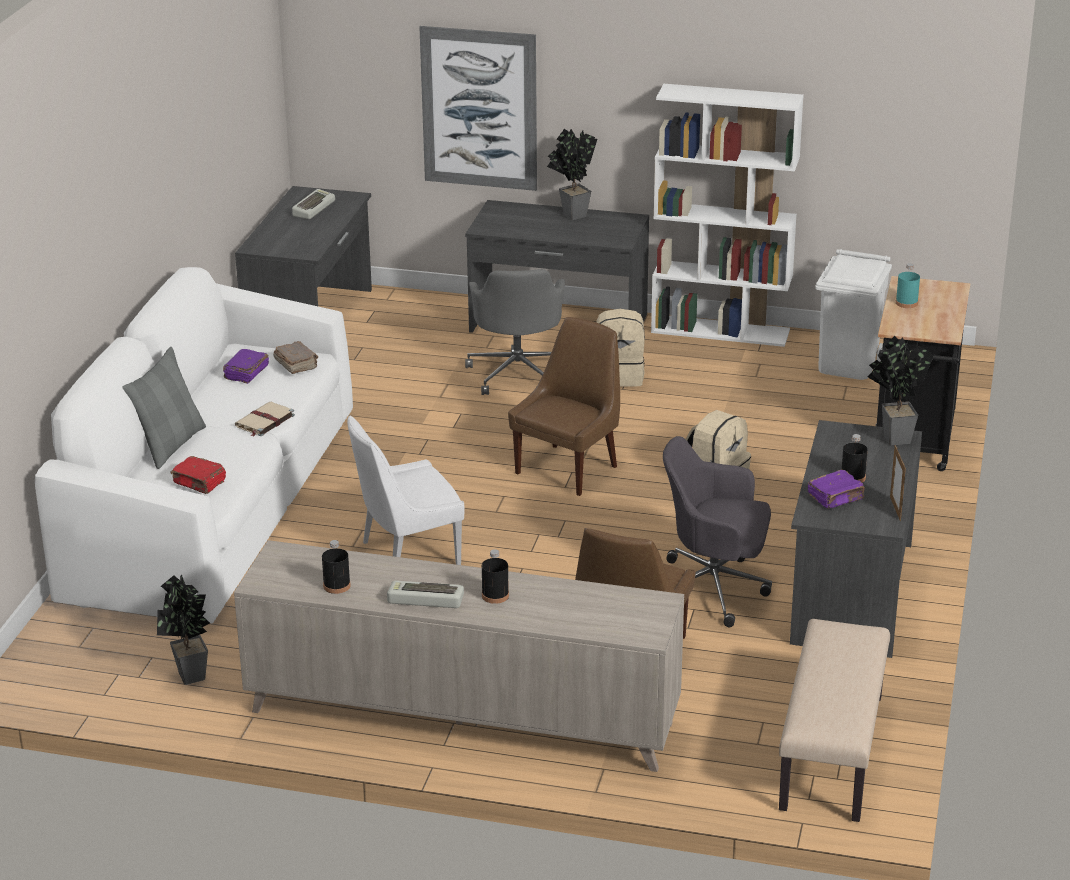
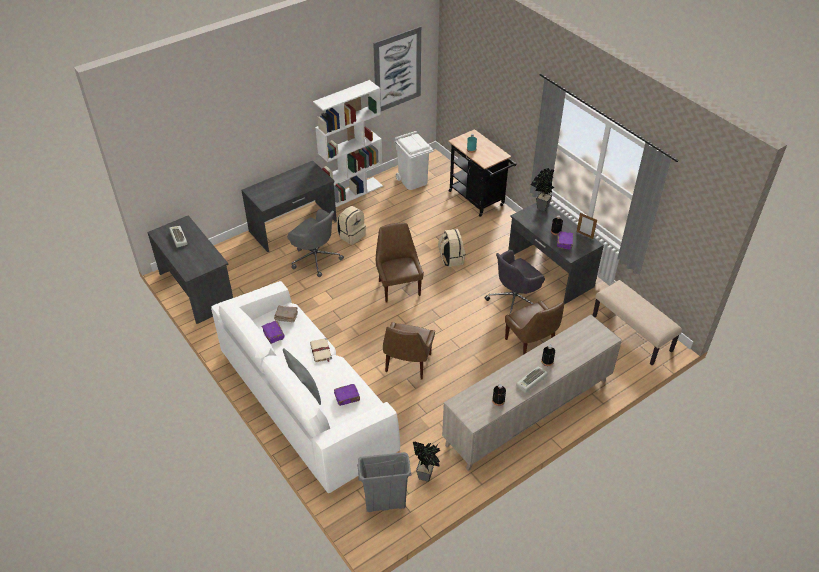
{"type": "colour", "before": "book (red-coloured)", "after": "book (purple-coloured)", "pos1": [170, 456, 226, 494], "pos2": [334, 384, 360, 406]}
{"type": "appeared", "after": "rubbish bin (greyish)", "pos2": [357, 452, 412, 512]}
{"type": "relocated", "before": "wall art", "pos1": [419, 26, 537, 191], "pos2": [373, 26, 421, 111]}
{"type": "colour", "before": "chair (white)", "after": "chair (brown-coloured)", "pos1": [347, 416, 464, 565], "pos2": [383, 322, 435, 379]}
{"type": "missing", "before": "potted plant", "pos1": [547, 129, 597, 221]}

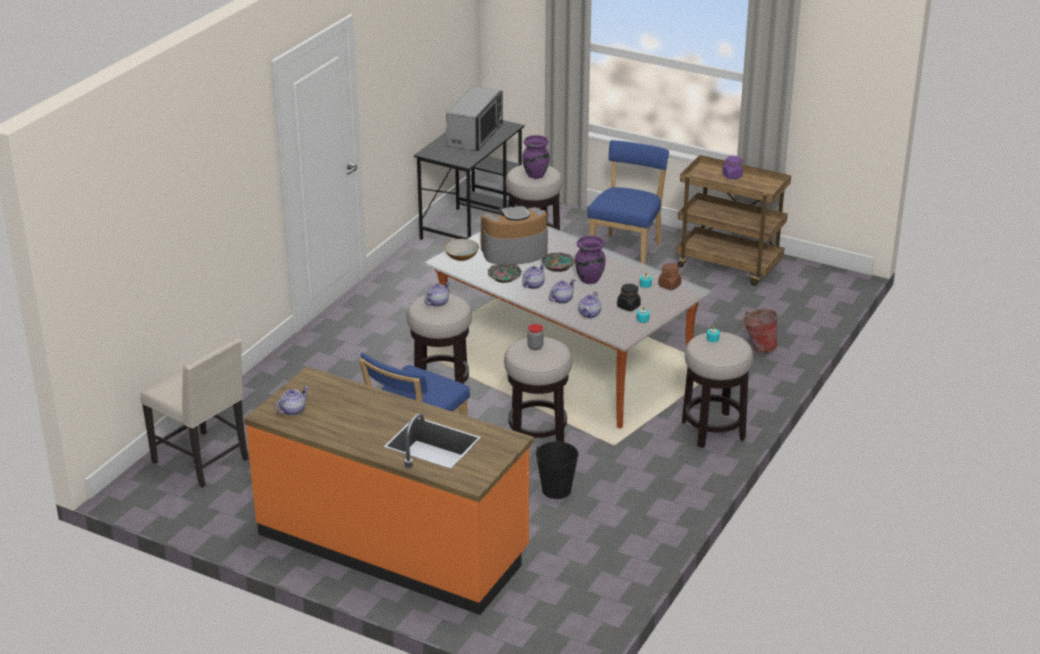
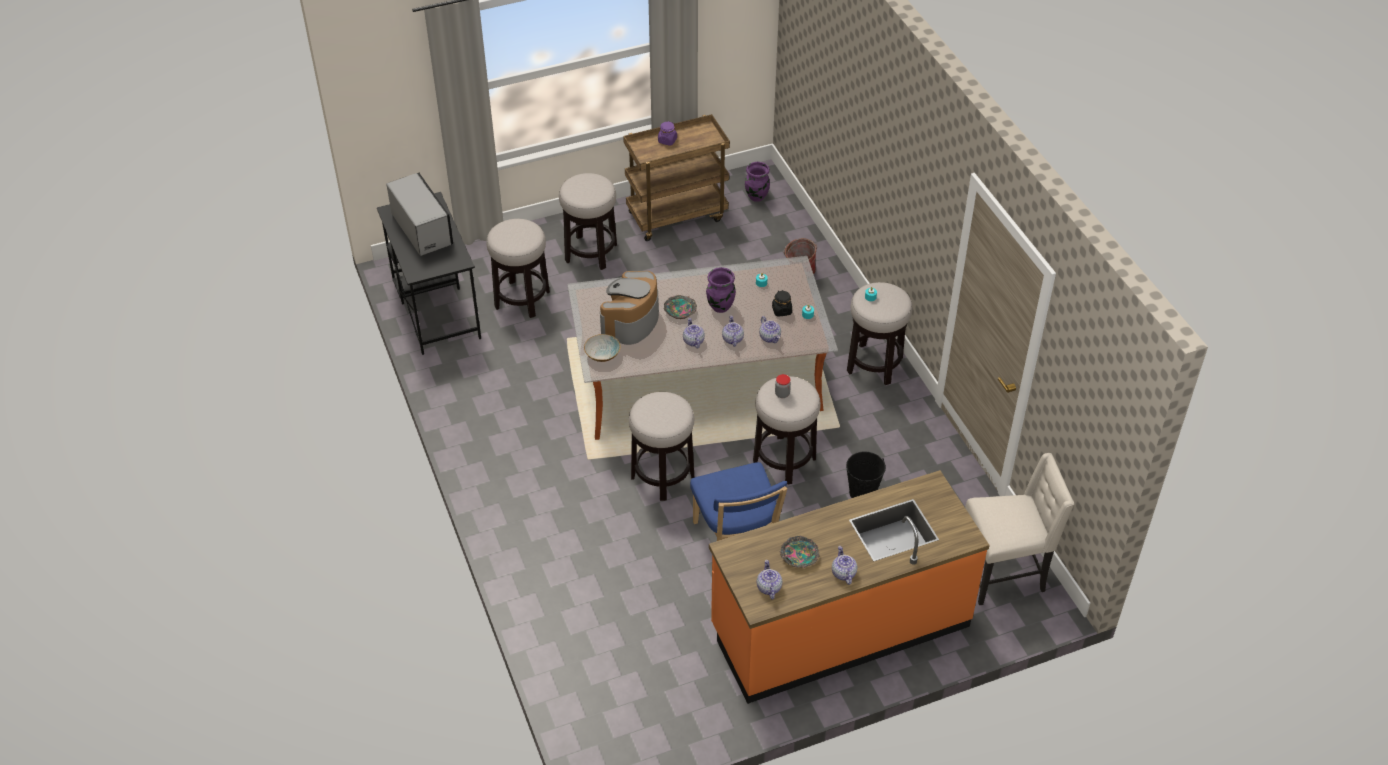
{"type": "exchanged", "before": "chair (bluish)", "after": "stool", "pos1": [588, 140, 669, 264], "pos2": [559, 173, 617, 270]}
{"type": "relocated", "before": "vase (purple-coloured)", "pos1": [522, 135, 550, 179], "pos2": [745, 162, 770, 202]}
{"type": "relocated", "before": "bowl", "pos1": [488, 264, 522, 283], "pos2": [780, 536, 820, 568]}
{"type": "relocated", "before": "pot for tea", "pos1": [424, 281, 450, 307], "pos2": [832, 546, 857, 585]}
{"type": "relocated", "before": "chair (beige)", "pos1": [140, 338, 248, 488], "pos2": [965, 453, 1074, 605]}
{"type": "missing", "before": "storage jar (brown-coloured)", "pos1": [658, 263, 681, 290]}

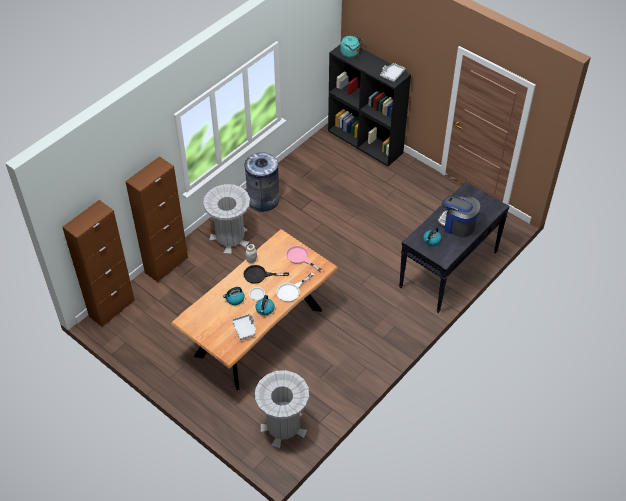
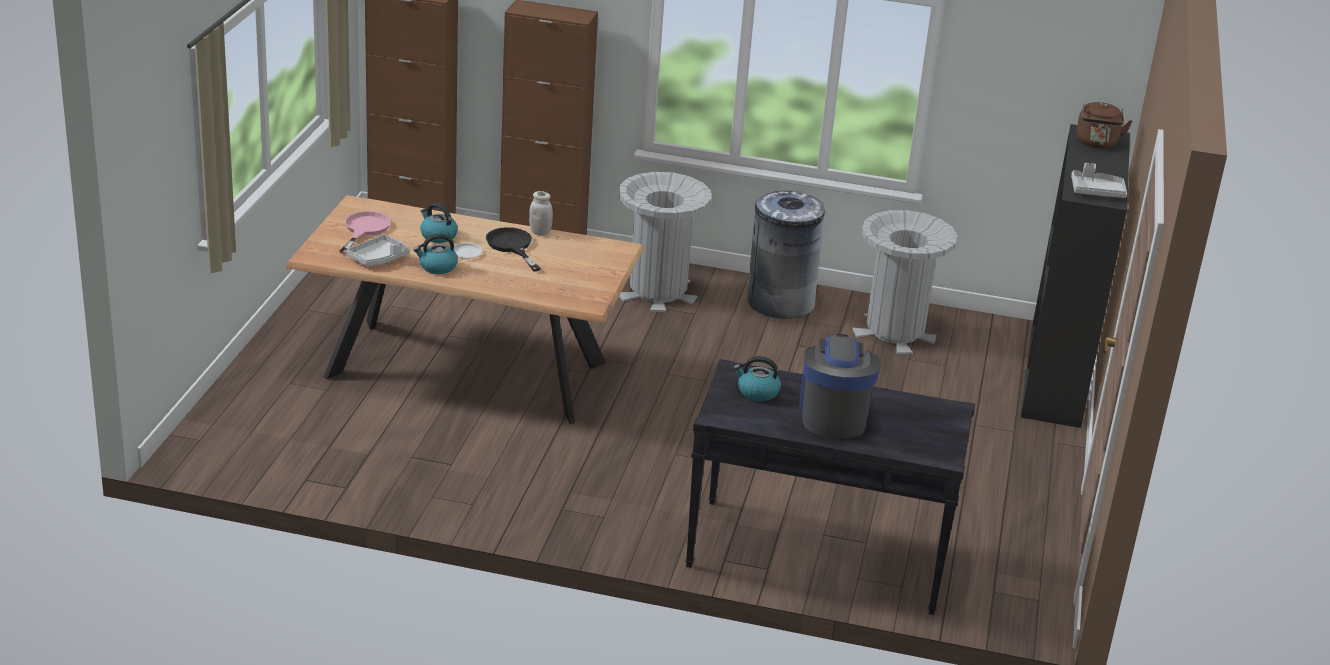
{"type": "relocated", "before": "pan (pinkish)", "pos1": [286, 246, 323, 273], "pos2": [339, 211, 391, 254]}
{"type": "relocated", "before": "rubbish bin (greyish)", "pos1": [255, 370, 309, 448], "pos2": [852, 210, 958, 354]}
{"type": "colour", "before": "kettle (turquoise-coloured)", "after": "kettle (brown-coloured)", "pos1": [340, 35, 363, 58], "pos2": [1076, 102, 1133, 148]}
{"type": "missing", "before": "pan (white)", "pos1": [277, 273, 314, 302]}

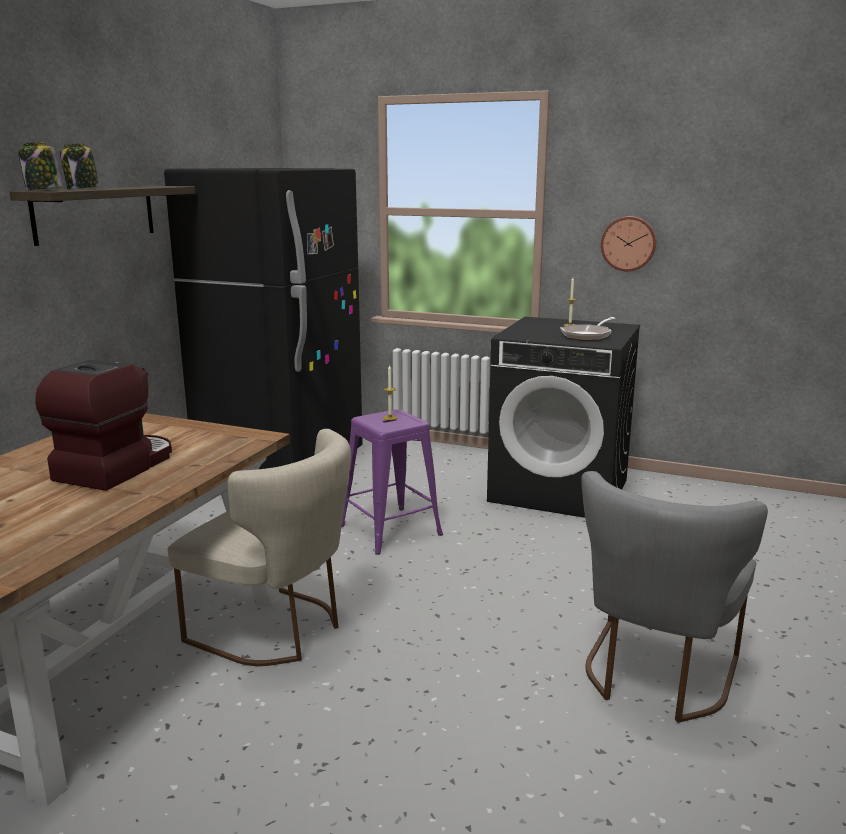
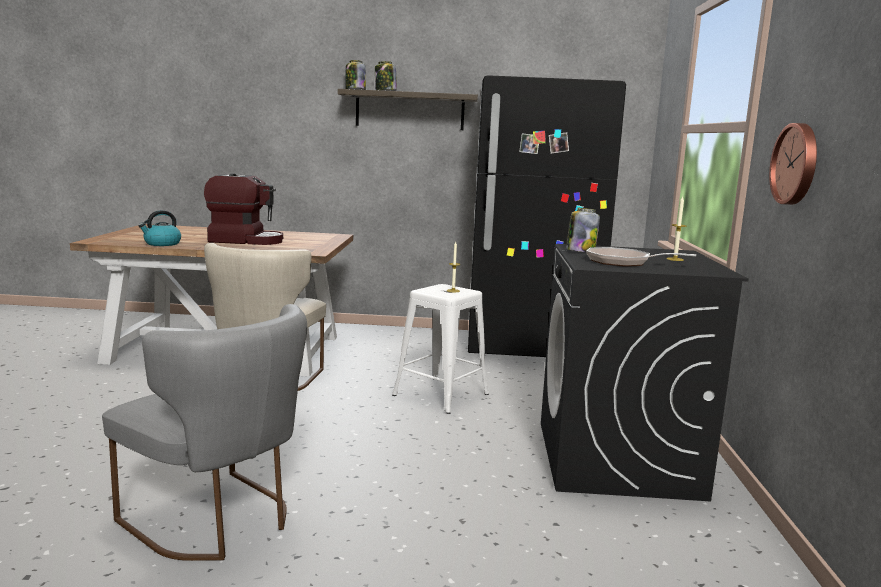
{"type": "spun", "before": "chair (greyish)", "pos1": [581, 471, 768, 723], "pos2": [102, 304, 307, 561], "turn": -150}
{"type": "appeared", "after": "kettle", "pos2": [138, 210, 181, 246]}
{"type": "colour", "before": "stool (purple-coloured)", "after": "stool (white)", "pos1": [341, 409, 443, 555], "pos2": [392, 284, 489, 414]}
{"type": "appeared", "after": "storage jar", "pos2": [566, 208, 600, 252]}

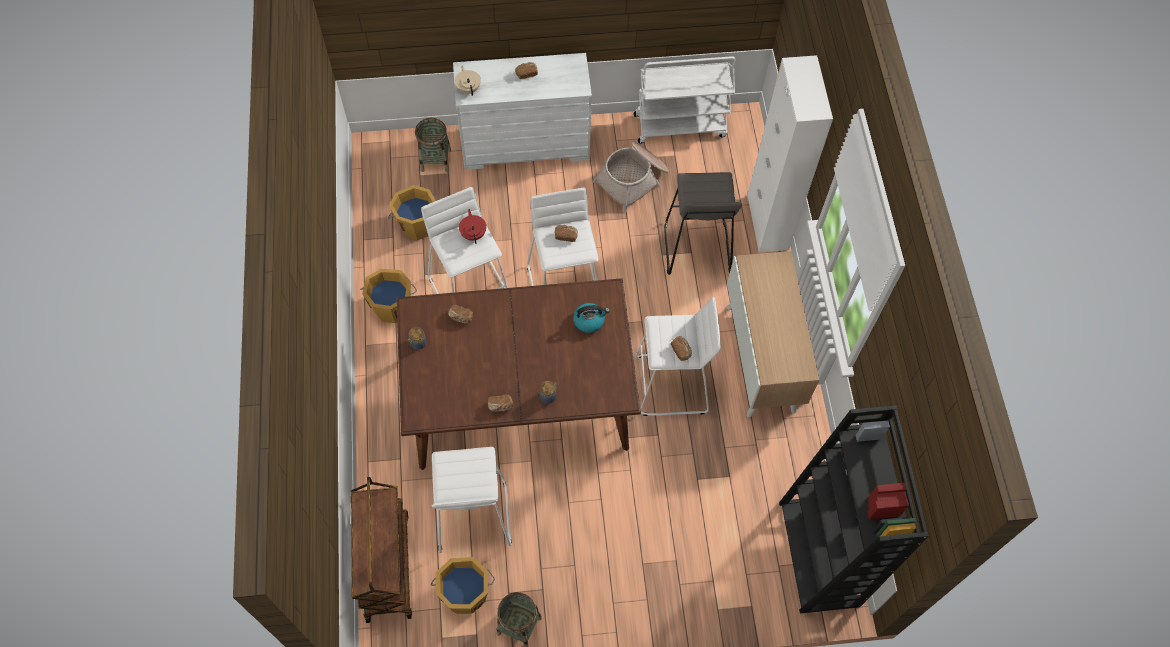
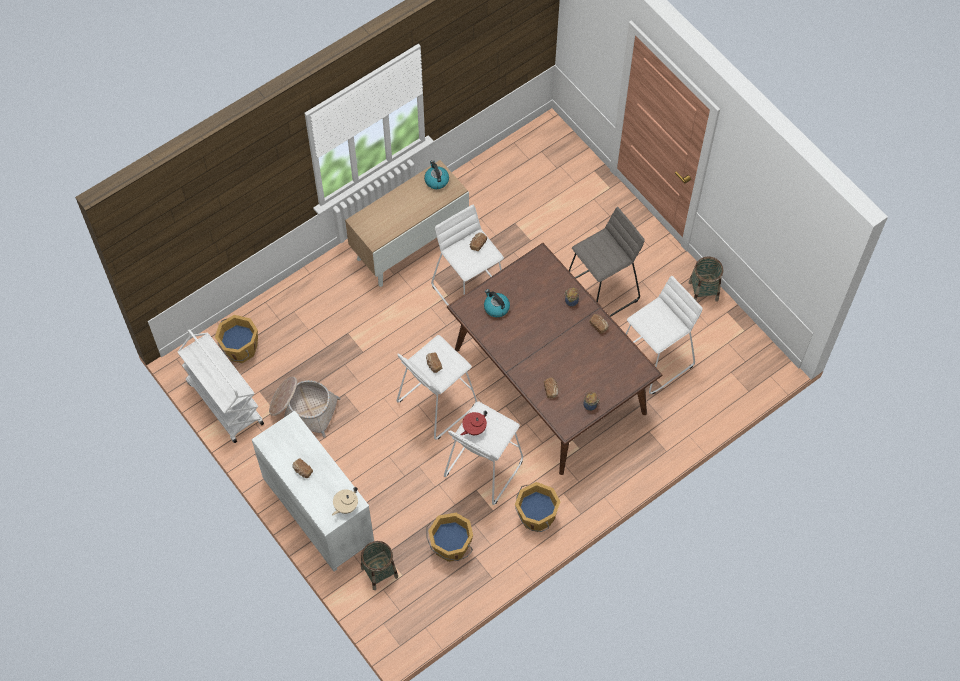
{"type": "relocated", "before": "bucket (orangey)", "pos1": [431, 557, 495, 614], "pos2": [215, 315, 258, 363]}
{"type": "appeared", "after": "kettle", "pos2": [424, 160, 449, 189]}
{"type": "relocated", "before": "stool (greyish)", "pos1": [664, 172, 742, 275], "pos2": [568, 207, 645, 317]}
{"type": "missing", "before": "trolley (brown-coloured)", "pos1": [351, 477, 412, 623]}
{"type": "missing", "before": "cabinet (white)", "pos1": [747, 55, 833, 253]}
{"type": "missing", "before": "bookcase (black)", "pos1": [779, 405, 929, 613]}

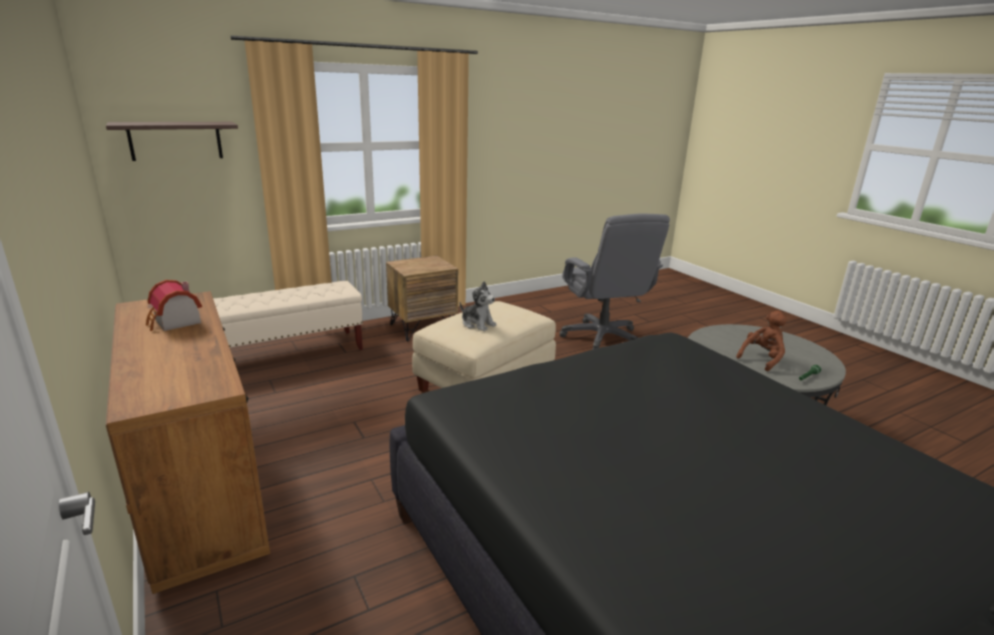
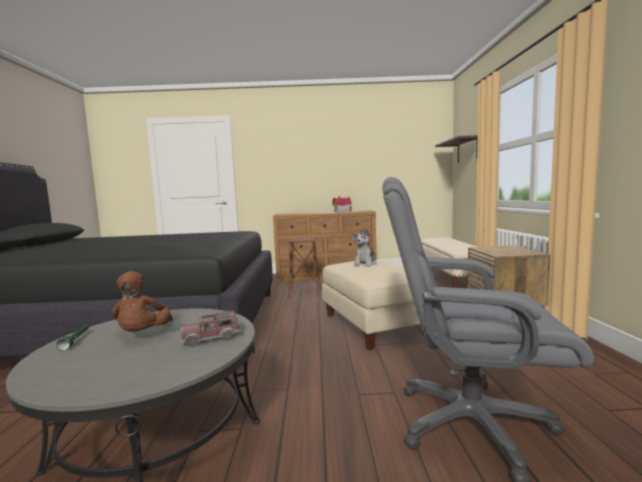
{"type": "appeared", "after": "toy truck", "pos2": [180, 310, 241, 347]}
{"type": "appeared", "after": "stool (brown-coloured)", "pos2": [288, 237, 321, 299]}
{"type": "spun", "before": "plush toy", "pos1": [460, 281, 497, 331], "pos2": [352, 228, 377, 267], "turn": -45}

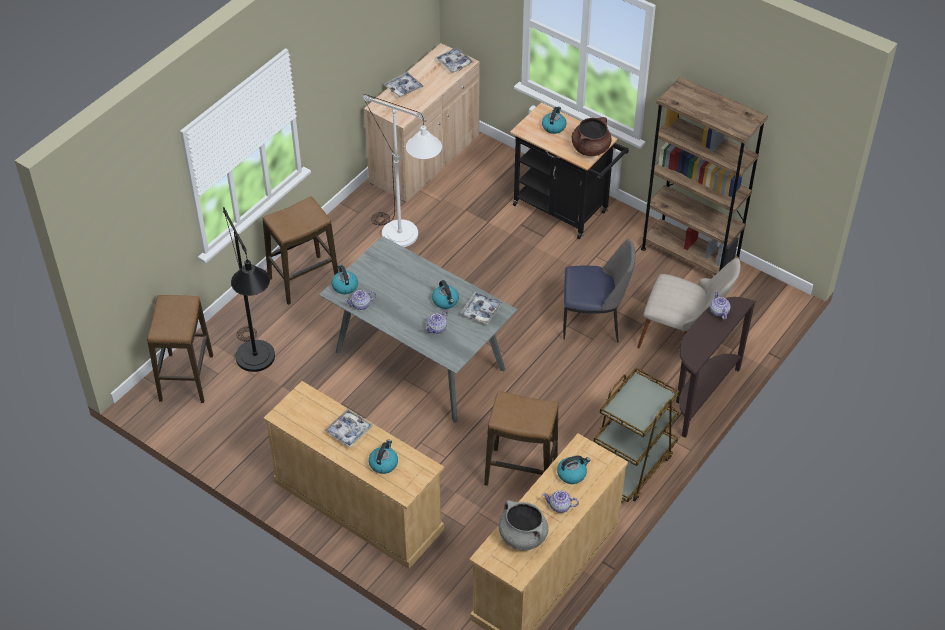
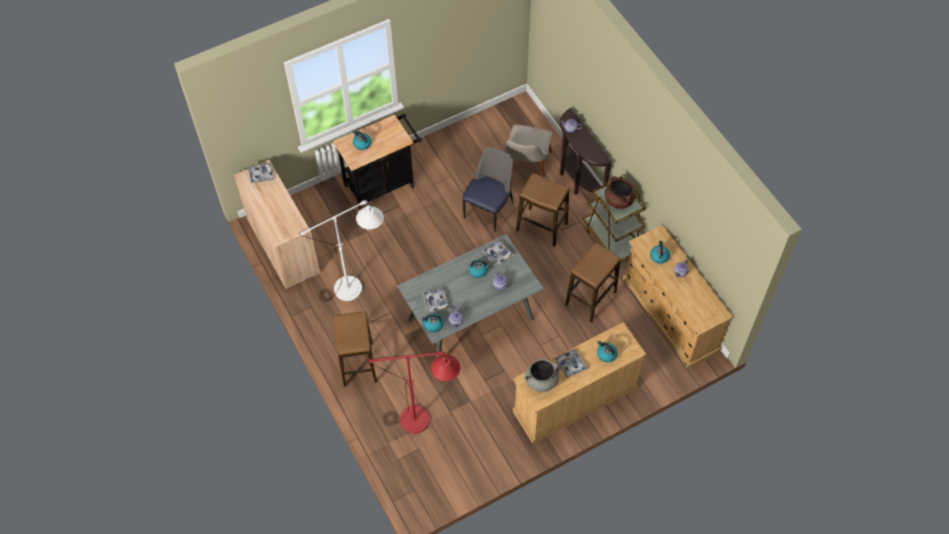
{"type": "colour", "before": "floor lamp (black)", "after": "floor lamp (red-coloured)", "pos1": [223, 207, 275, 372], "pos2": [367, 351, 460, 434]}
{"type": "relocated", "before": "tray", "pos1": [384, 72, 424, 98], "pos2": [422, 288, 450, 313]}
{"type": "spun", "before": "chair (beige)", "pos1": [637, 258, 741, 348], "pos2": [505, 124, 553, 177], "turn": 150}
{"type": "relocated", "before": "stool", "pos1": [147, 295, 213, 403], "pos2": [516, 173, 569, 247]}
{"type": "relocated", "before": "cooking pot (greyish)", "pos1": [499, 500, 548, 551], "pos2": [524, 359, 559, 392]}
{"type": "relocated", "before": "cooking pot (brown-coloured)", "pos1": [572, 117, 612, 156], "pos2": [605, 176, 635, 209]}
{"type": "missing", "before": "bookcase (brown-coloured)", "pos1": [641, 77, 768, 276]}

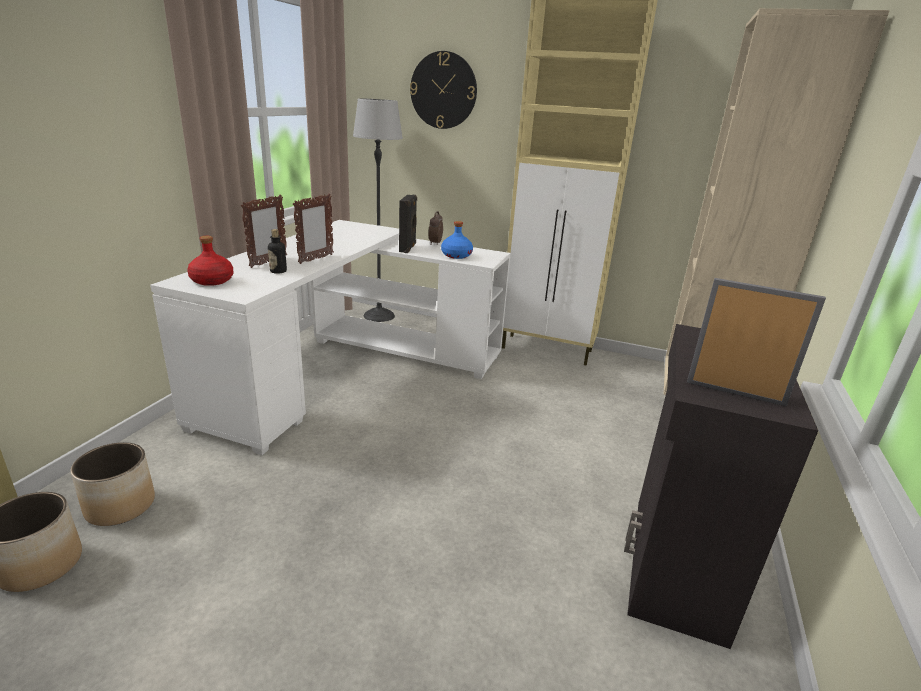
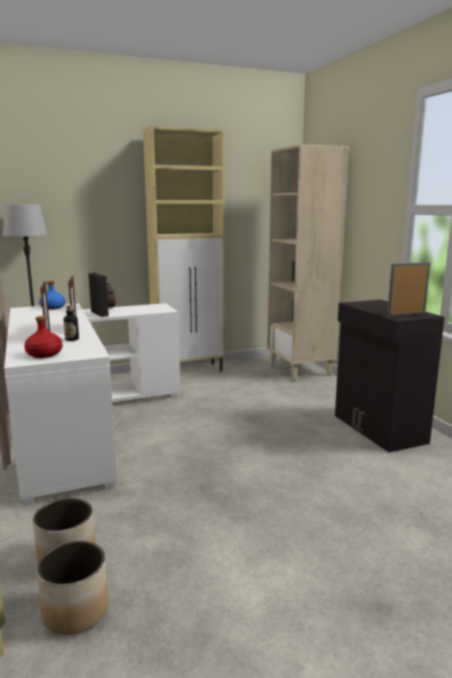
{"type": "relocated", "before": "beverage bottle (bluish)", "pos1": [441, 221, 473, 259], "pos2": [39, 281, 66, 310]}
{"type": "missing", "before": "hanging clock", "pos1": [410, 51, 477, 129]}

